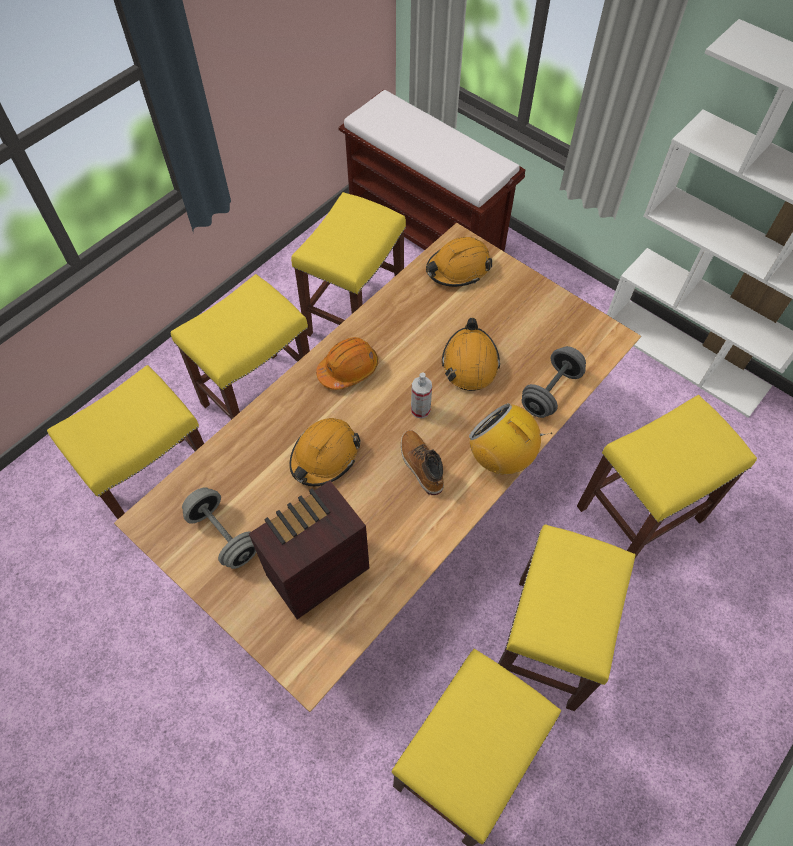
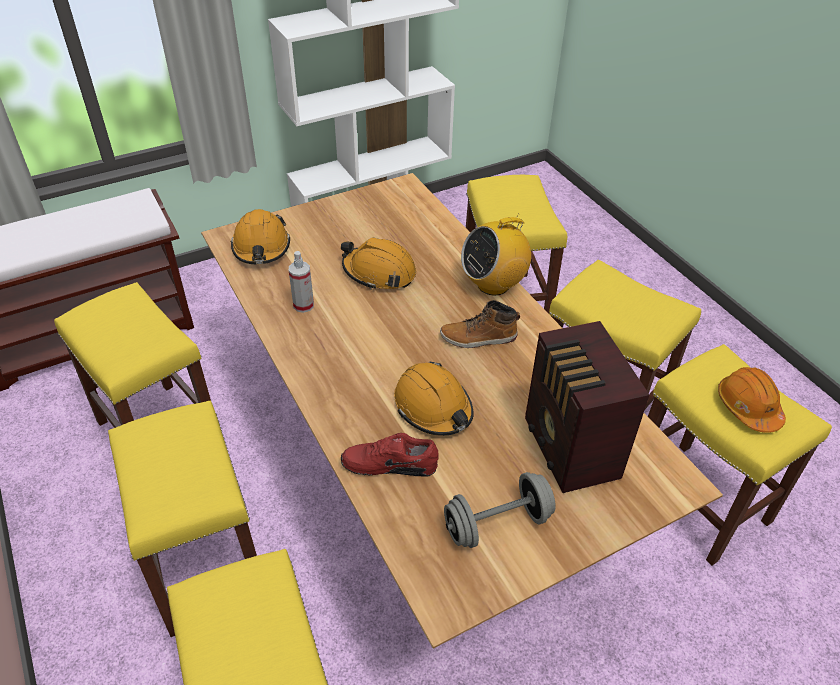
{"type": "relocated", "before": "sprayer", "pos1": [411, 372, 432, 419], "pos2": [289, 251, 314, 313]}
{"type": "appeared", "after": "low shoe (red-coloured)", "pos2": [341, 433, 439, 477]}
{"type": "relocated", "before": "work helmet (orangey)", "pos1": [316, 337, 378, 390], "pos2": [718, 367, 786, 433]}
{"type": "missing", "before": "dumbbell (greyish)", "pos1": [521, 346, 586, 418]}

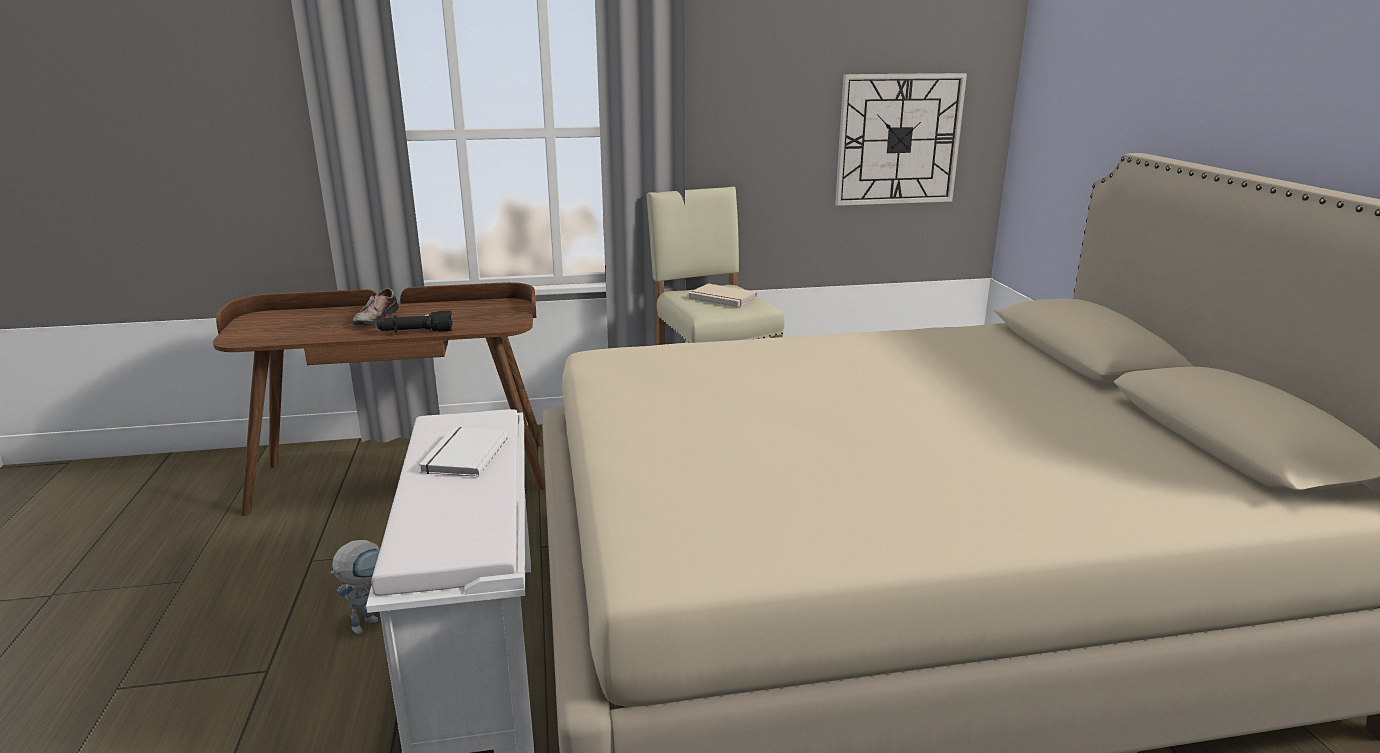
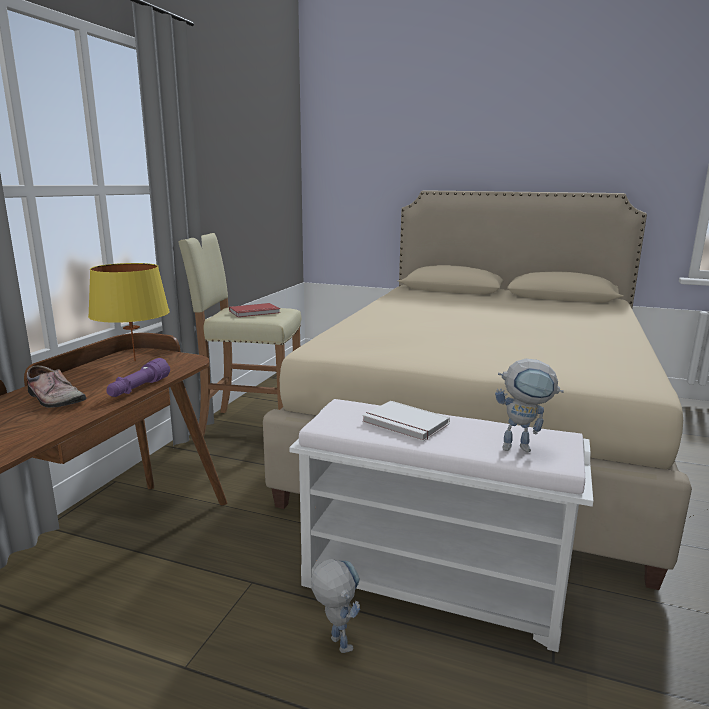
{"type": "appeared", "after": "table lamp (yellow)", "pos2": [88, 263, 170, 361]}
{"type": "colour", "before": "flashlight (black)", "after": "flashlight (purple-coloured)", "pos1": [377, 310, 453, 332], "pos2": [106, 358, 170, 397]}
{"type": "colour", "before": "book (beige)", "after": "book (red-coloured)", "pos1": [688, 284, 757, 307], "pos2": [229, 303, 280, 317]}
{"type": "appeared", "after": "toy robot", "pos2": [495, 359, 564, 452]}
{"type": "missing", "before": "hanging clock", "pos1": [835, 73, 967, 206]}

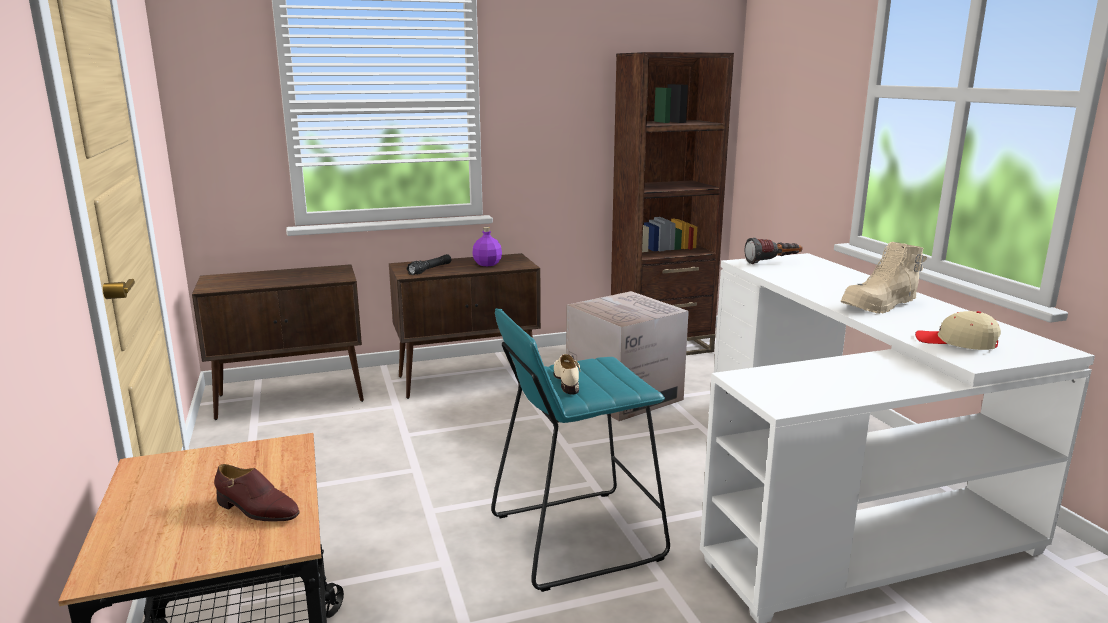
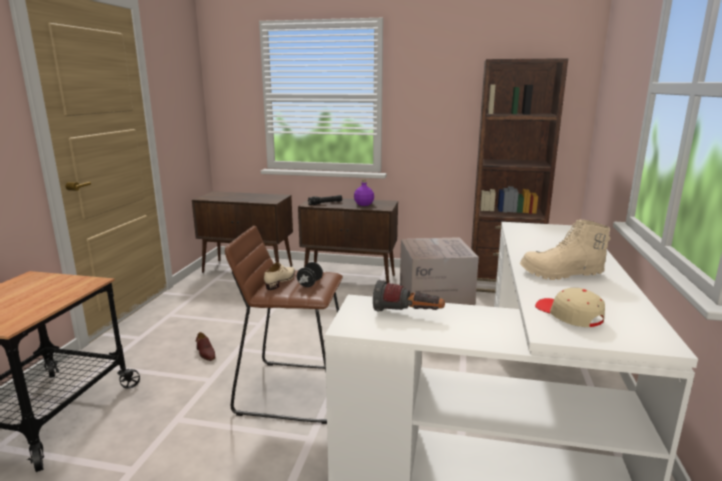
{"type": "relocated", "before": "low shoe (brown-coloured)", "pos1": [214, 464, 300, 521], "pos2": [196, 332, 215, 361]}
{"type": "colour", "before": "stool (turquoise-coloured)", "after": "stool (brown-coloured)", "pos1": [491, 308, 670, 592], "pos2": [225, 226, 343, 424]}
{"type": "appeared", "after": "dumbbell (black)", "pos2": [297, 262, 323, 287]}
{"type": "relocated", "before": "flashlight", "pos1": [745, 237, 802, 264], "pos2": [373, 280, 445, 312]}

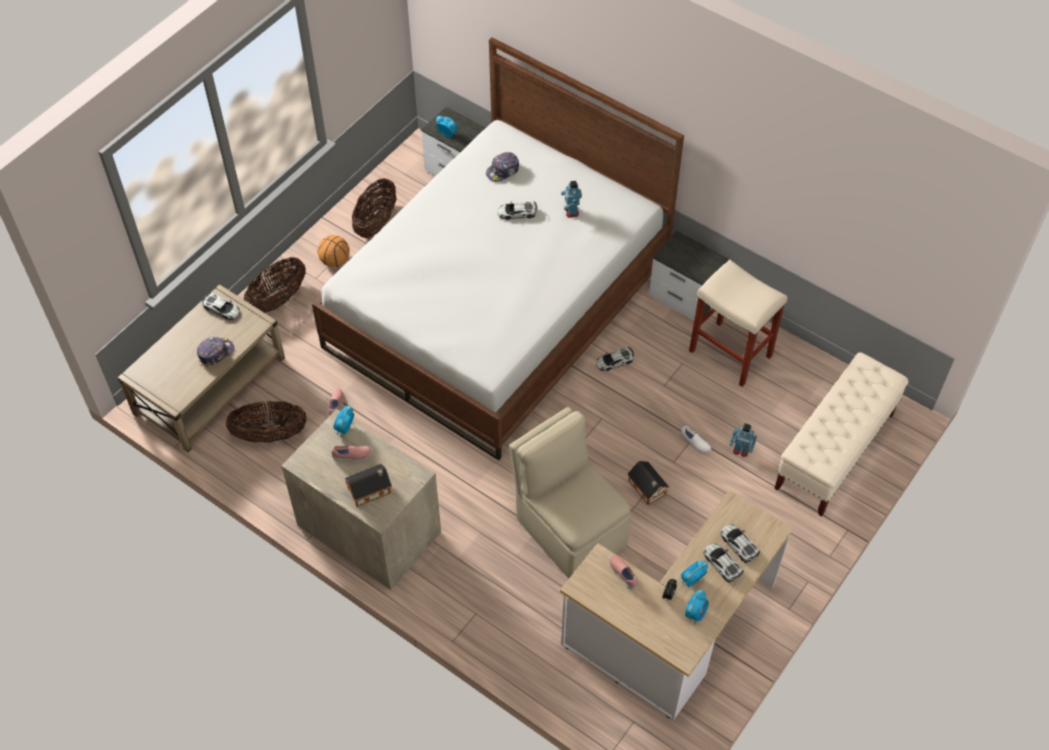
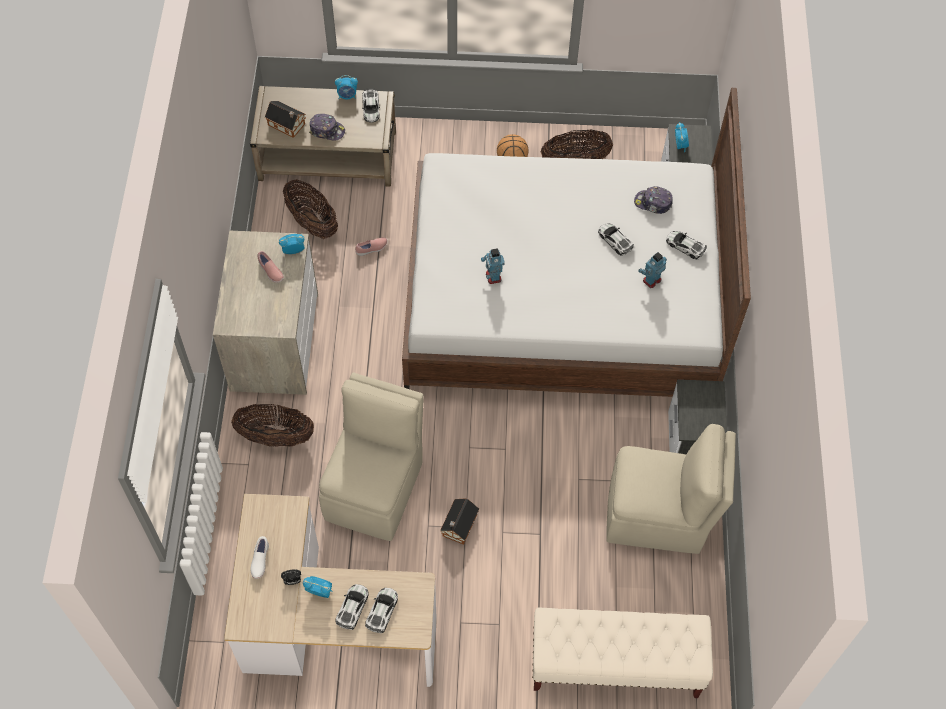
{"type": "relocated", "before": "household basket", "pos1": [244, 257, 306, 313], "pos2": [231, 404, 314, 447]}
{"type": "relocated", "before": "low shoe (white)", "pos1": [680, 426, 711, 453], "pos2": [251, 536, 269, 579]}
{"type": "relocated", "before": "miniature house", "pos1": [345, 464, 392, 507], "pos2": [265, 101, 306, 138]}
{"type": "relocated", "before": "bedside clock", "pos1": [685, 589, 709, 625], "pos2": [335, 75, 358, 99]}
{"type": "relocated", "before": "toy robot", "pos1": [729, 423, 757, 457], "pos2": [481, 248, 505, 284]}
{"type": "exchanged", "before": "stool (beige)", "after": "chair (beige)", "pos1": [689, 260, 787, 387], "pos2": [606, 424, 736, 554]}
{"type": "relocated", "before": "toy car", "pos1": [596, 347, 634, 371], "pos2": [666, 231, 707, 259]}
{"type": "missing", "before": "low shoe (pinkish)", "pos1": [609, 555, 637, 590]}

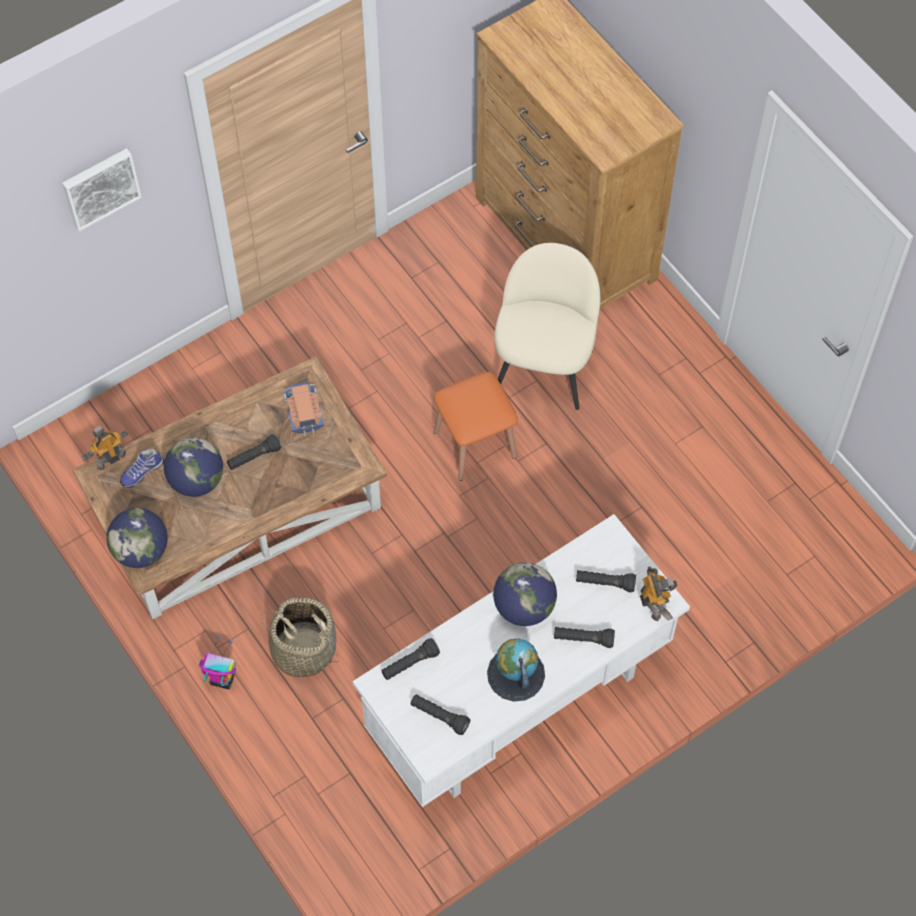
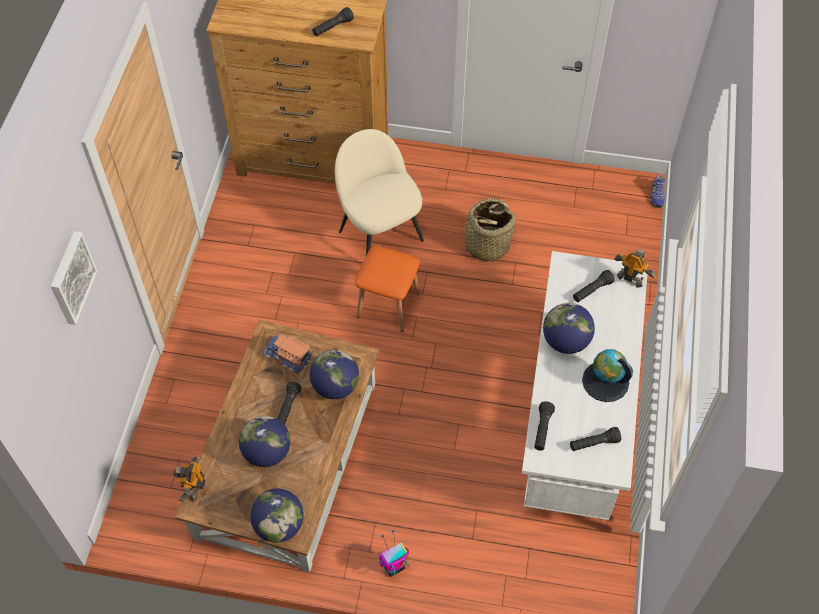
{"type": "appeared", "after": "desk globe", "pos2": [310, 350, 359, 399]}
{"type": "relocated", "before": "flashlight (black)", "pos1": [554, 627, 615, 648], "pos2": [312, 7, 354, 37]}
{"type": "relocated", "before": "household basket", "pos1": [261, 598, 339, 677], "pos2": [455, 198, 516, 262]}
{"type": "relocated", "before": "low shoe", "pos1": [120, 449, 164, 488], "pos2": [650, 174, 665, 208]}

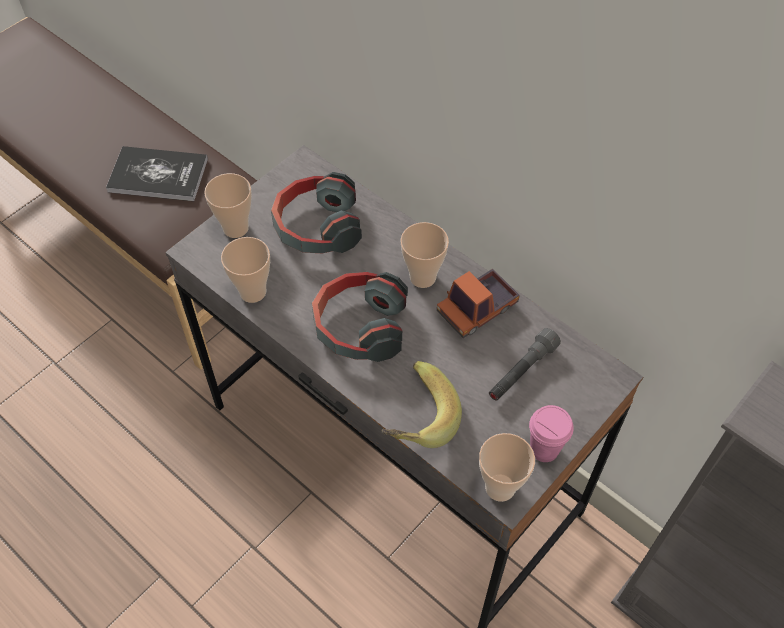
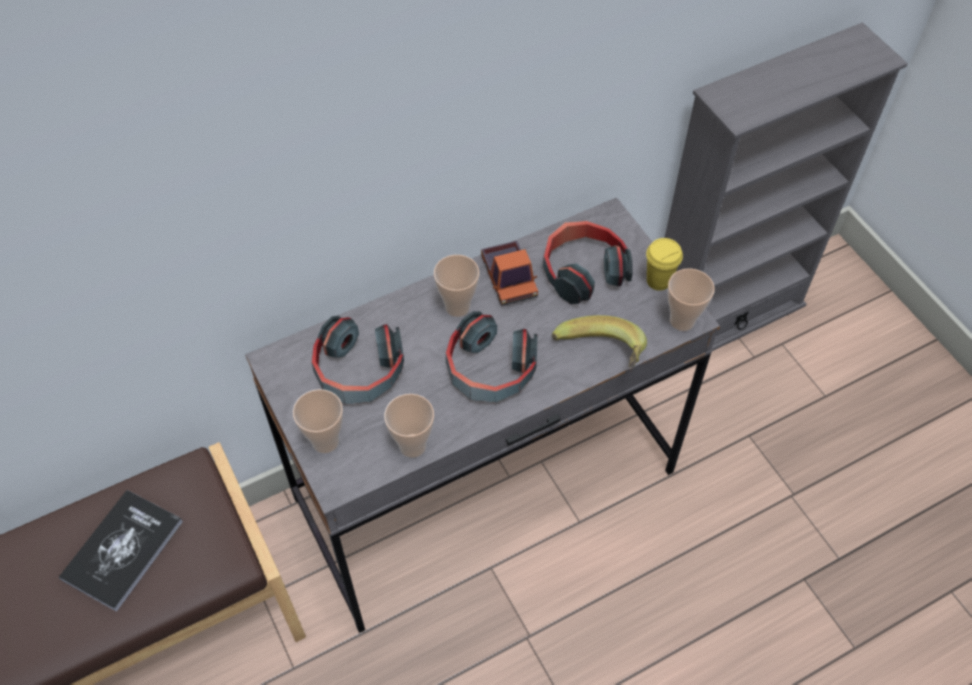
{"type": "exchanged", "before": "flashlight (greyish)", "after": "pair of headphones", "pos1": [489, 328, 561, 401], "pos2": [543, 221, 633, 304]}
{"type": "colour", "before": "drinking cup (pinkish)", "after": "drinking cup (yellow)", "pos1": [529, 405, 574, 462], "pos2": [646, 238, 683, 291]}

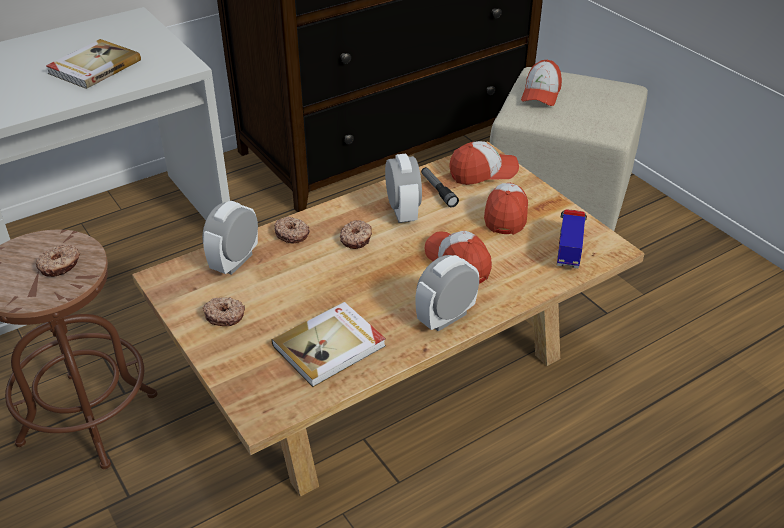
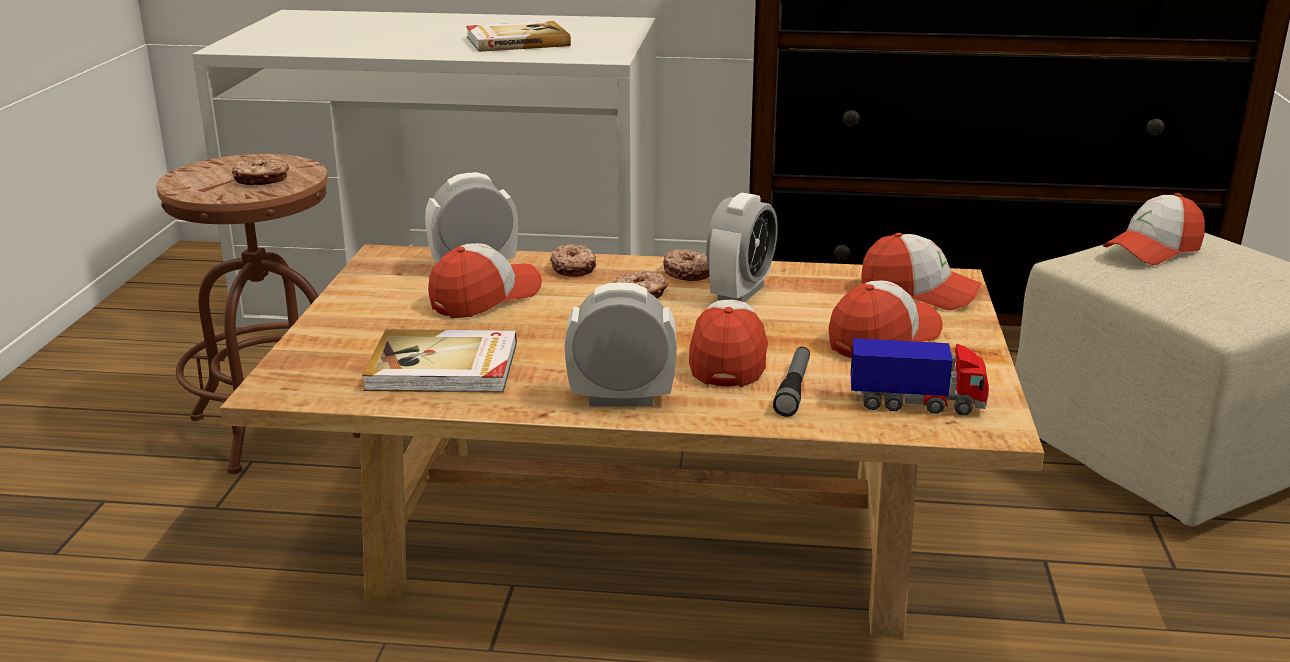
{"type": "appeared", "after": "peaked cap", "pos2": [428, 243, 542, 318]}
{"type": "relocated", "before": "donut", "pos1": [203, 297, 245, 326], "pos2": [663, 249, 709, 281]}
{"type": "relocated", "before": "flashlight", "pos1": [421, 167, 459, 208], "pos2": [773, 347, 810, 417]}
{"type": "spun", "before": "toy truck", "pos1": [557, 209, 587, 269], "pos2": [851, 338, 989, 415], "turn": 45}

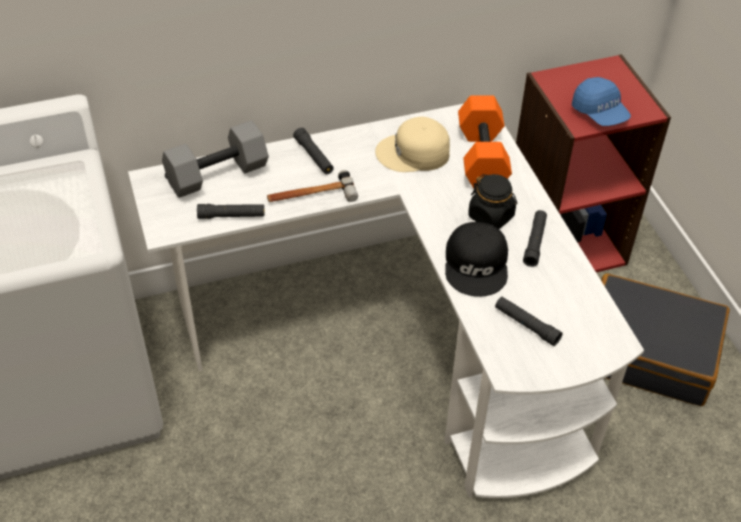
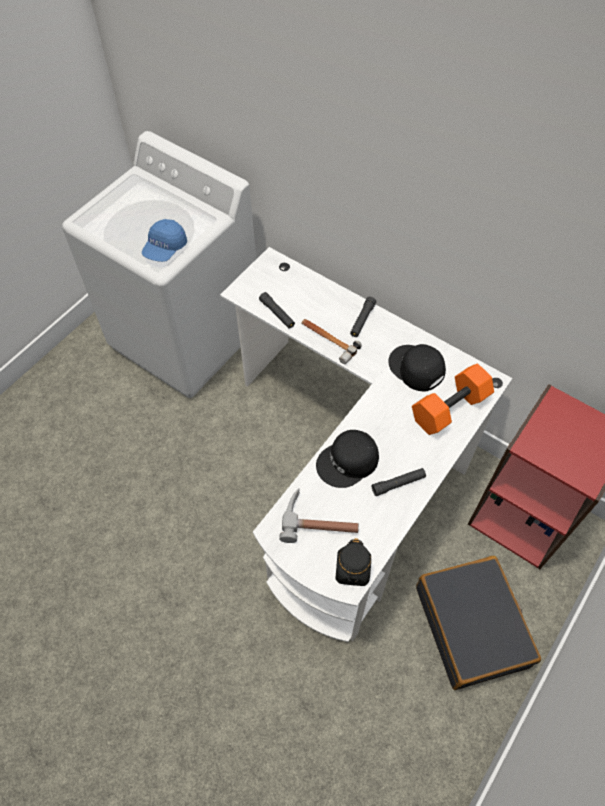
{"type": "relocated", "before": "peaked cap (bluish)", "pos1": [572, 77, 631, 126], "pos2": [142, 219, 187, 262]}
{"type": "exchanged", "before": "flashlight (black)", "after": "hand hammer", "pos1": [495, 297, 563, 346], "pos2": [279, 488, 359, 543]}
{"type": "relocated", "before": "storage jar (black)", "pos1": [468, 174, 517, 229], "pos2": [335, 538, 371, 586]}
{"type": "colour", "before": "peaked cap (beige)", "after": "peaked cap (black)", "pos1": [375, 117, 450, 172], "pos2": [388, 344, 446, 392]}
{"type": "missing", "before": "dumbbell (greyish)", "pos1": [162, 120, 269, 198]}

